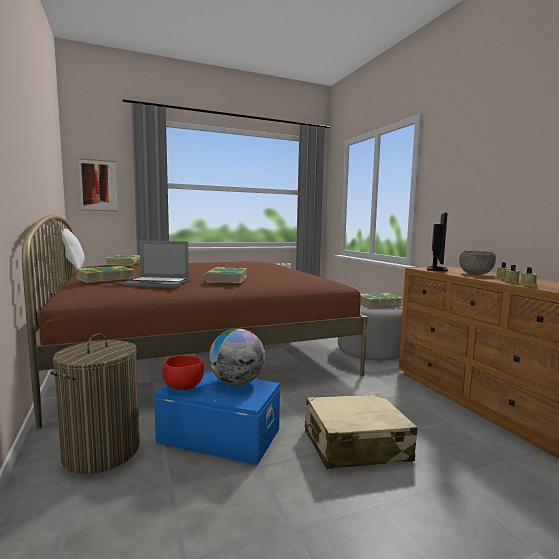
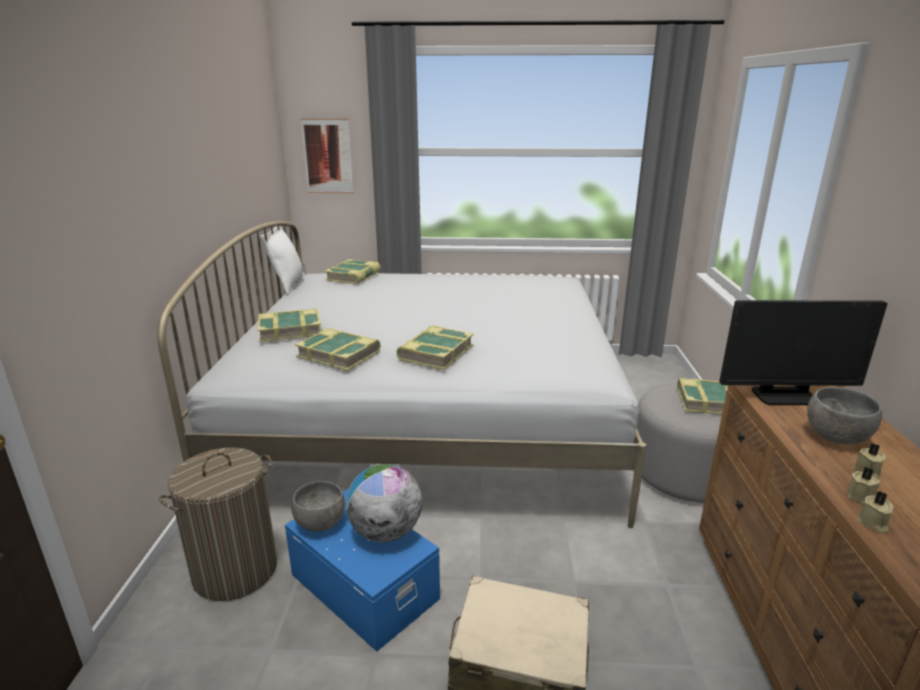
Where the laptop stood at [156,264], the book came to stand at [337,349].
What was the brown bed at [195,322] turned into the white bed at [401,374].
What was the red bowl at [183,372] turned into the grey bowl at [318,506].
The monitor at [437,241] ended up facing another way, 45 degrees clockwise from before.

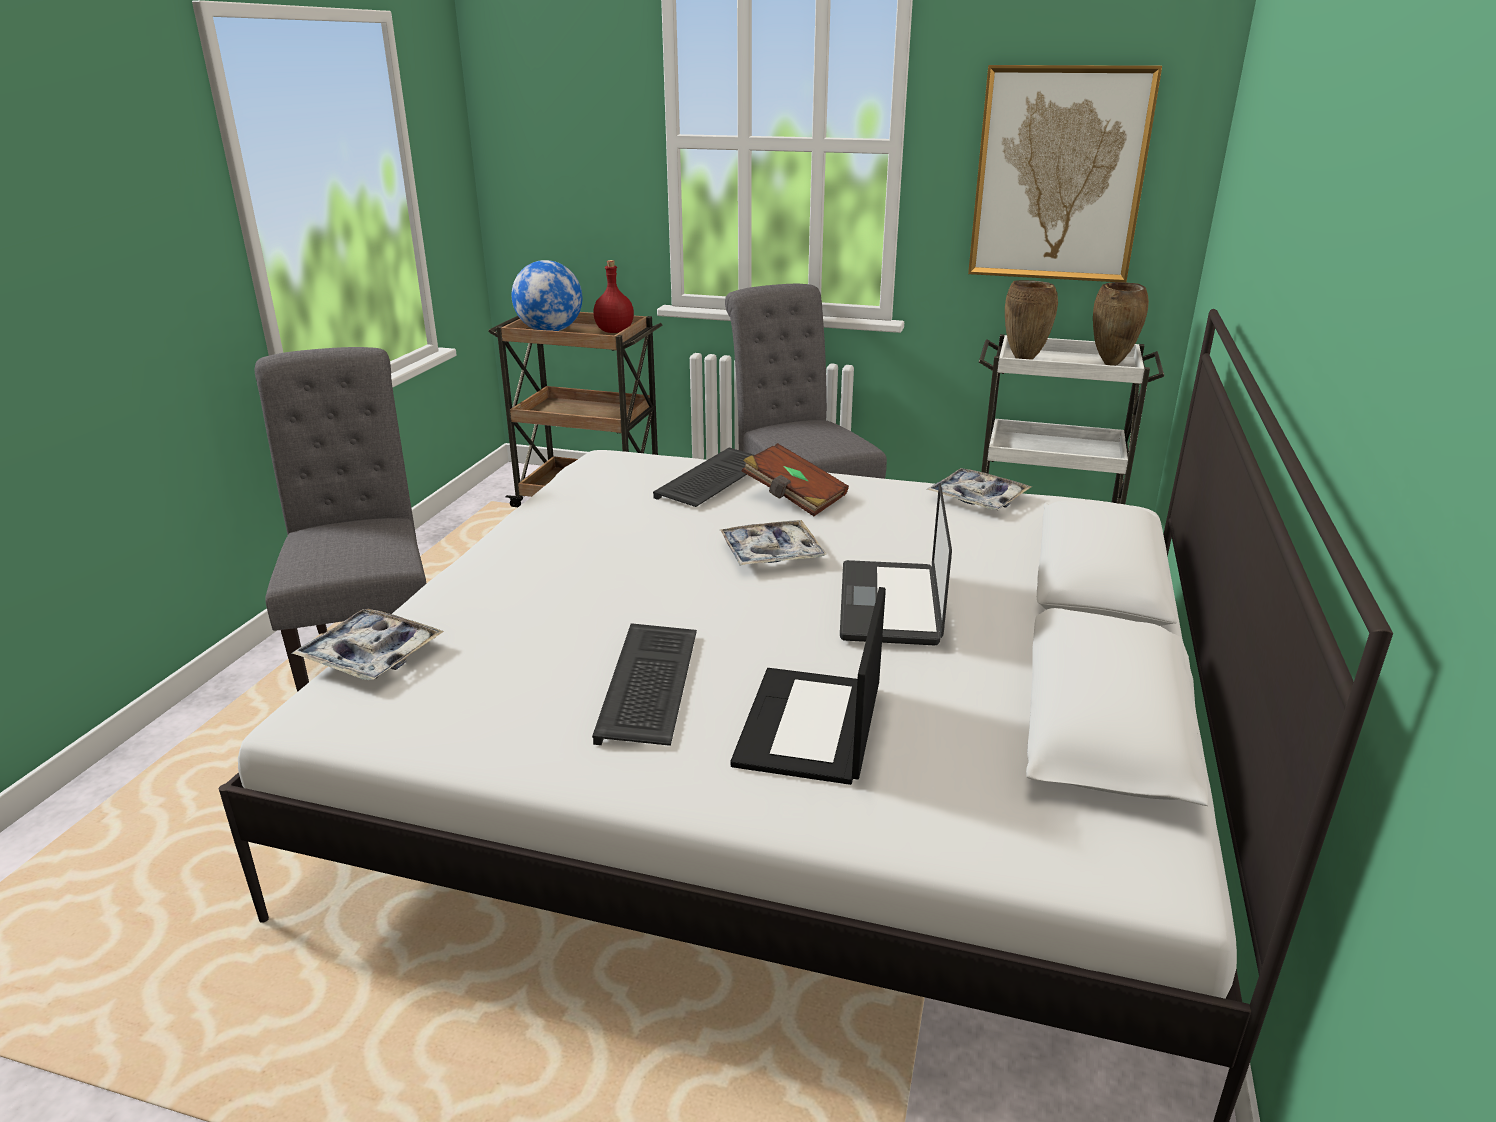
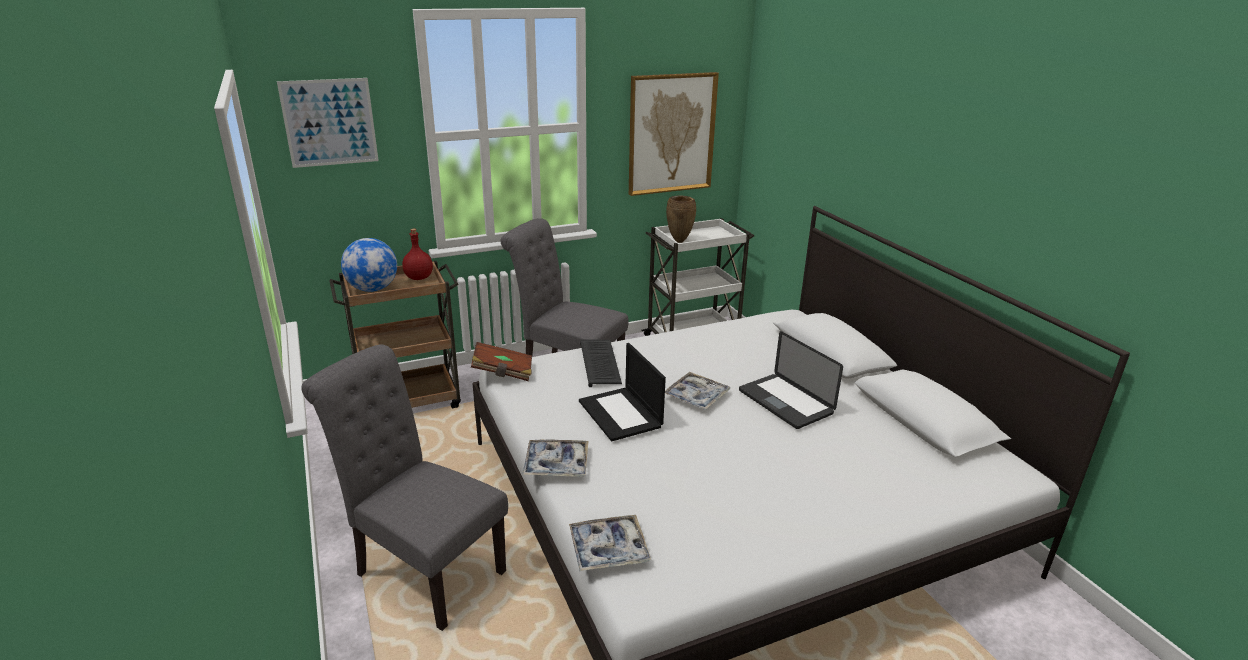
The second view lost the keyboard at [644,684].
The second view lost the brown vase at [1121,324].
The second view gained the picture at [328,123].
The laptop ended up elsewhere, having gone from [808,686] to [622,392].
The brown book ended up elsewhere, having gone from [795,479] to [501,361].
The tray ended up elsewhere, having gone from [979,489] to [555,458].

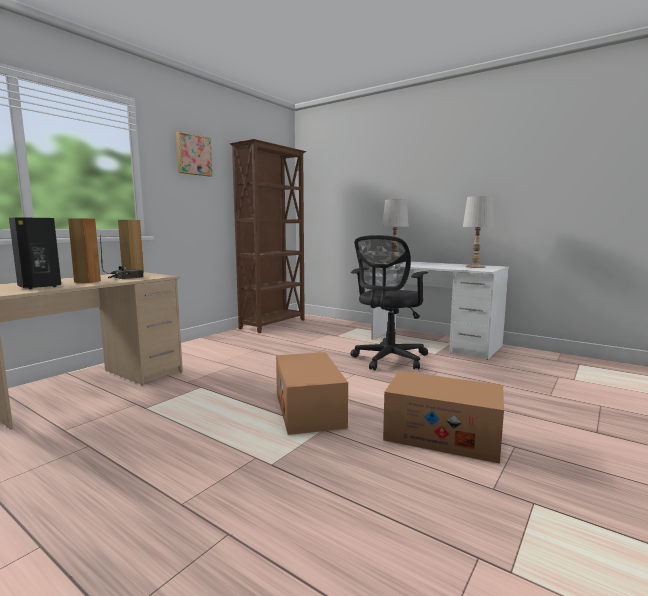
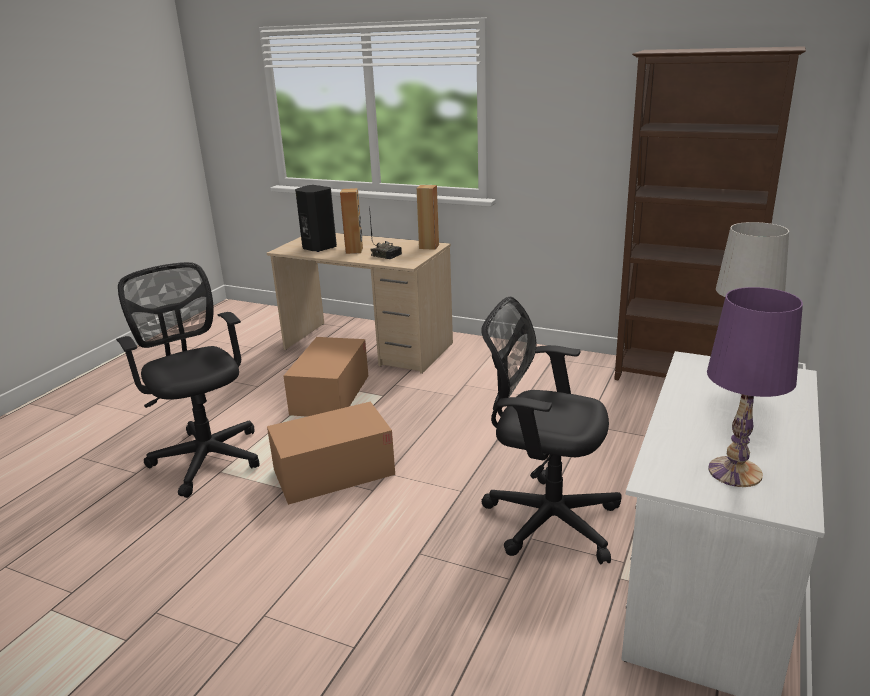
The second view lost the picture at [194,154].
The second view gained the black office chair at [188,380].
The cardboard box ended up elsewhere, having gone from [443,417] to [325,377].
What was the white table lamp at [478,232] turned into the purple table lamp at [755,387].

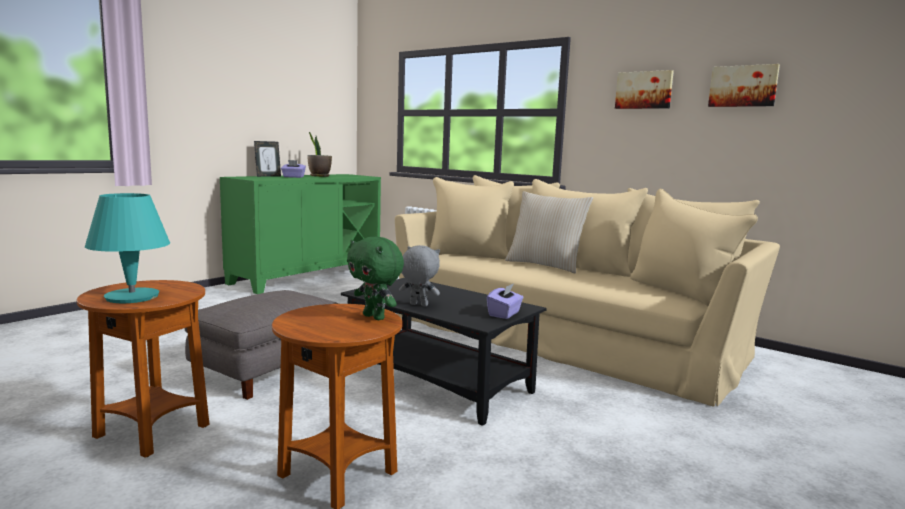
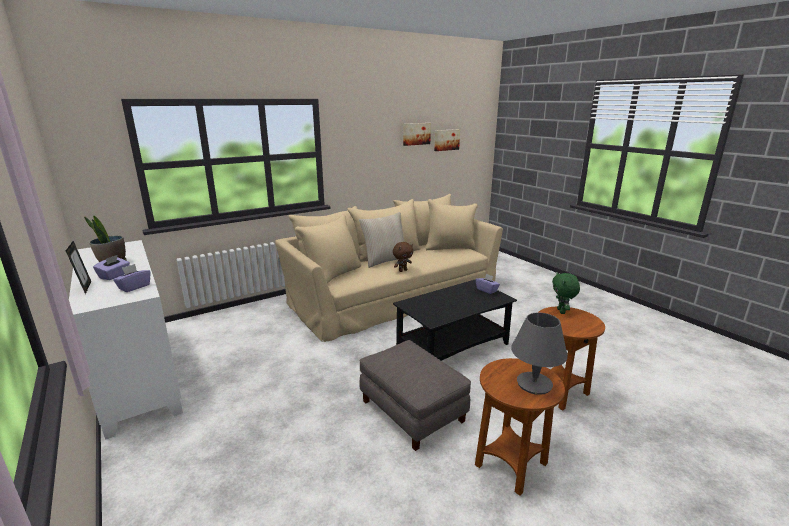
The second view lost the grey plush toy at [419,275].
The second view gained the purple tissue box at [132,278].
The second view gained the brown plush toy at [403,257].
The picture ended up elsewhere, having gone from [644,89] to [447,140].
What was the turquoise table lamp at [127,248] turned into the grey table lamp at [539,354].
What was the green cabinet at [300,234] turned into the white cabinet at [126,340].
The green plush toy at [375,278] ended up facing another way, 120 degrees clockwise from before.

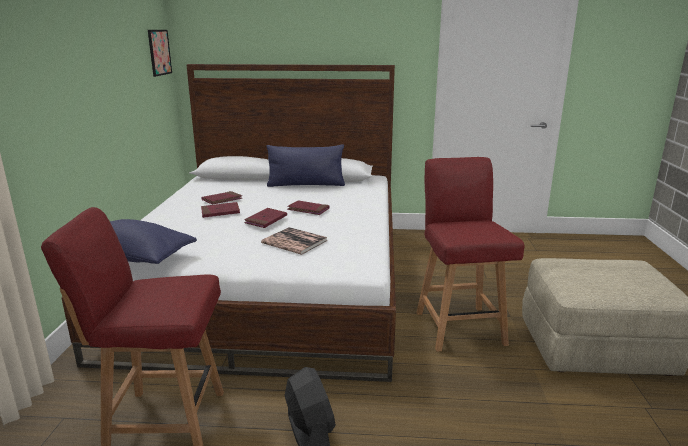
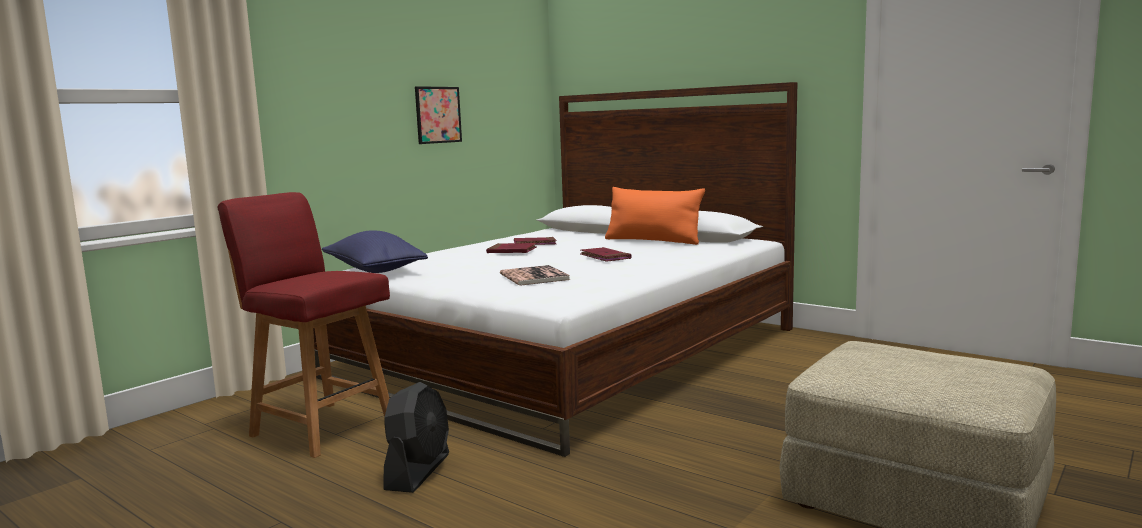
The second view lost the red book at [265,218].
The second view lost the red chair at [470,254].
The picture ended up elsewhere, having gone from [160,53] to [438,115].
What was the blue pillow at [306,165] turned into the orange pillow at [655,216].

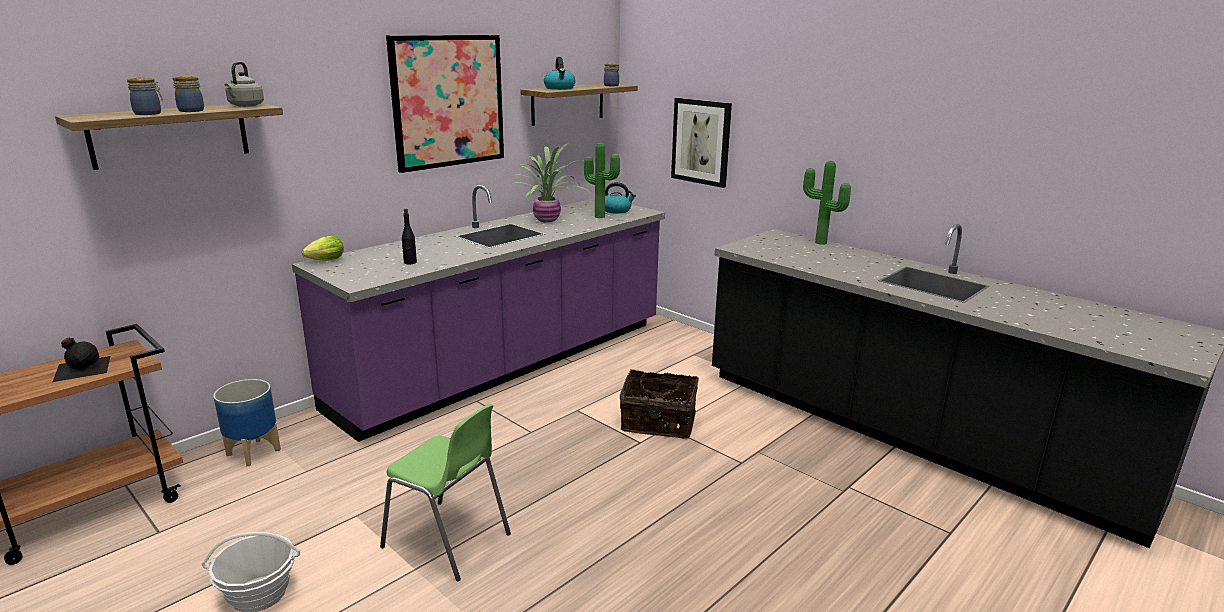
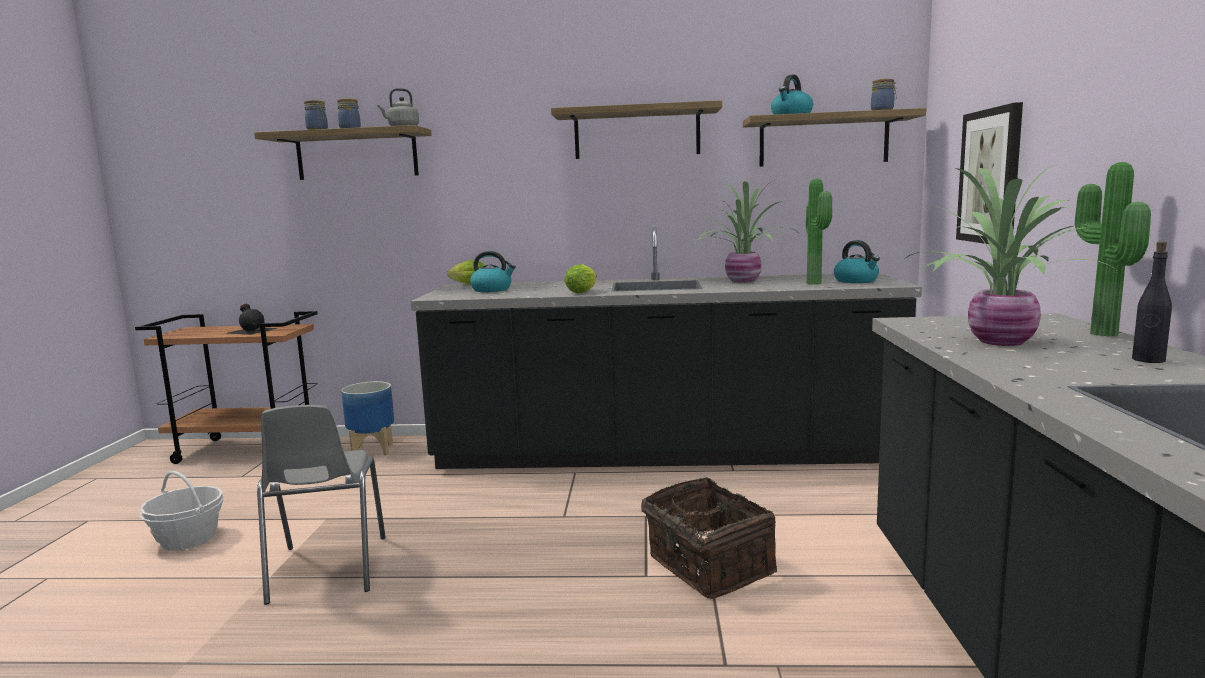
The second view gained the kettle at [493,271].
The second view gained the lettuce at [580,278].
The second view gained the potted plant at [1009,255].
The black bottle ended up elsewhere, having gone from [409,236] to [1152,302].
Where the picture hung at [445,104], the shelf came to hang at [636,129].
What was the purple counter at [478,313] turned into the black counter at [666,348].
What was the green chair at [445,492] turned into the grey chair at [321,505].

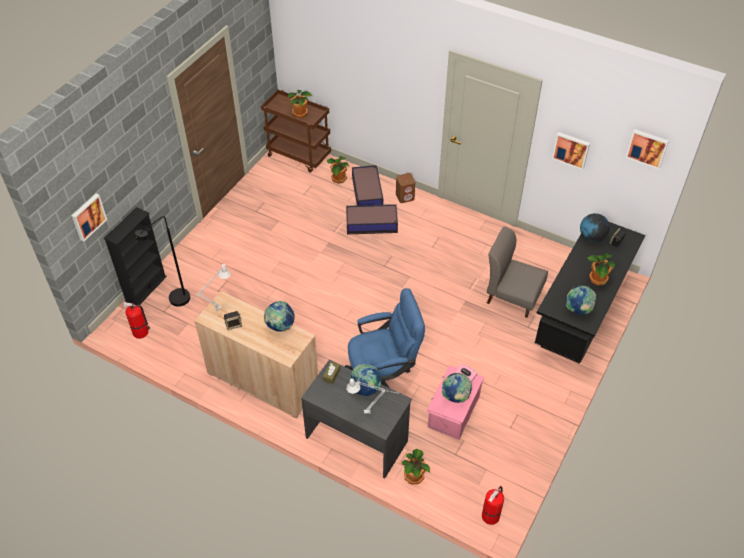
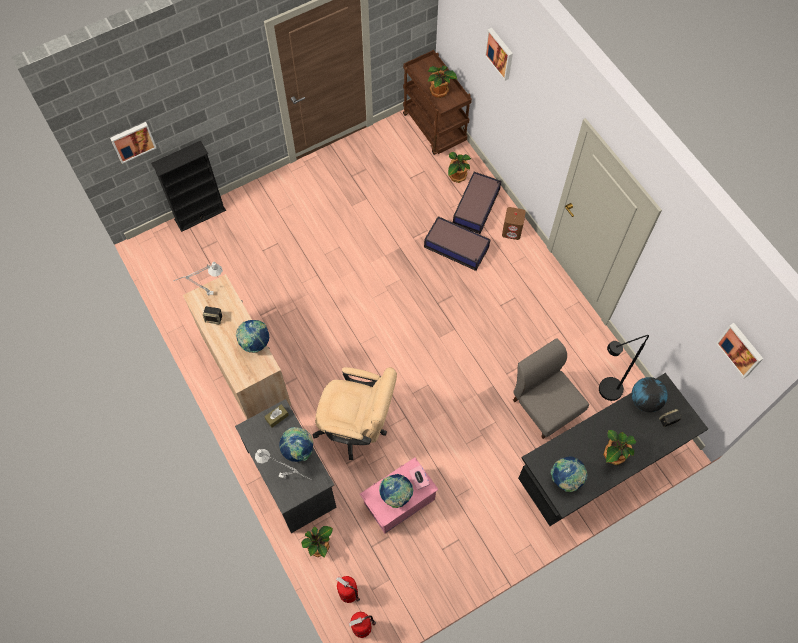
The fire extinguisher ended up elsewhere, having gone from [136,320] to [348,589].
The black floor lamp ended up elsewhere, having gone from [162,261] to [624,368].
The picture ended up elsewhere, having gone from [571,151] to [499,54].
What was the blue office chair at [384,338] turned into the beige office chair at [354,413].

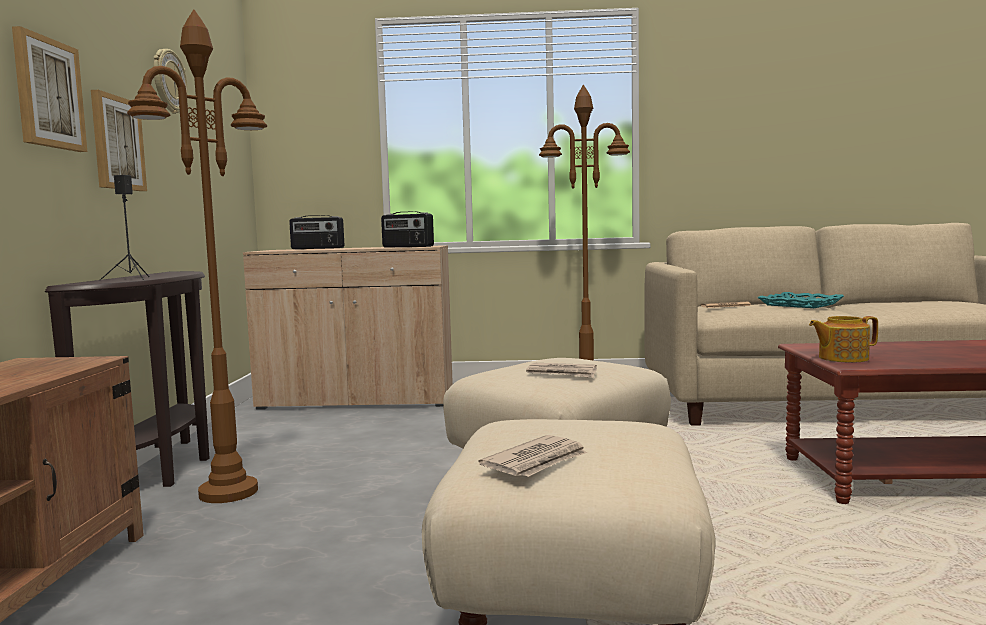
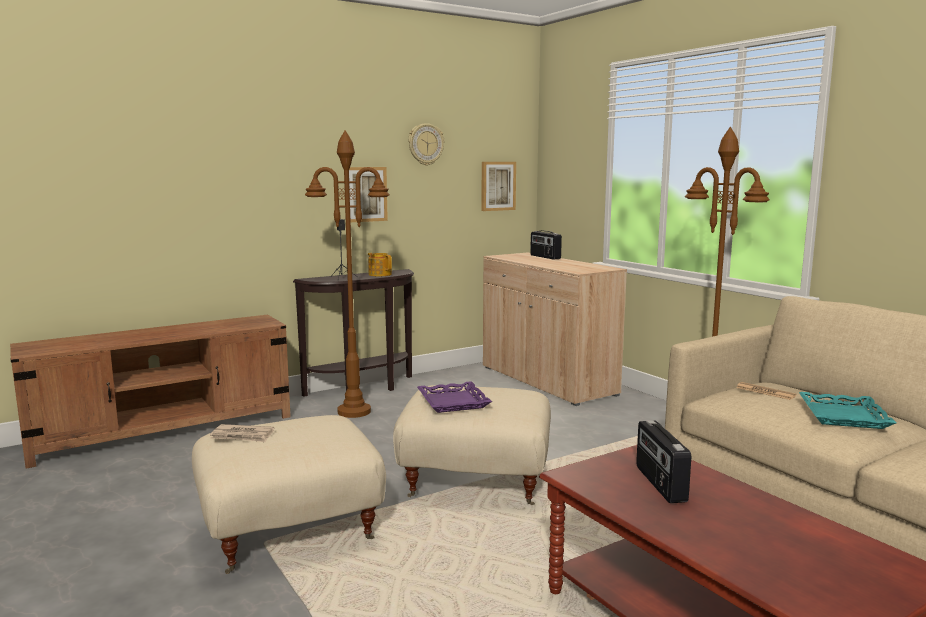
The picture ended up elsewhere, having gone from [49,89] to [498,186].
The radio ended up elsewhere, having gone from [407,229] to [663,461].
The teapot ended up elsewhere, having gone from [843,339] to [380,265].
Where the newspaper stood at [561,370], the purple tray came to stand at [454,397].

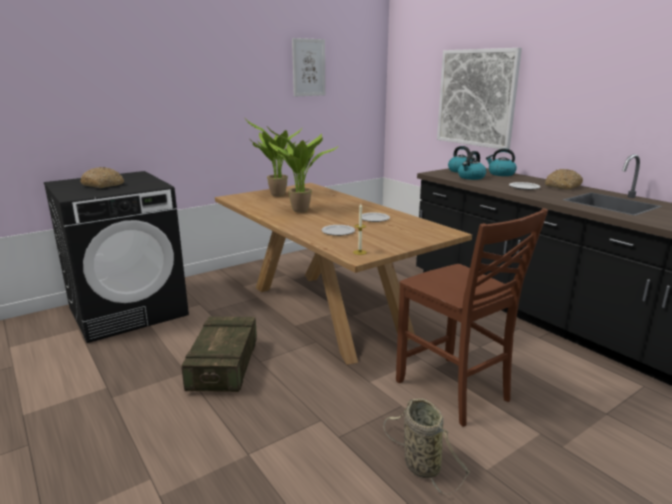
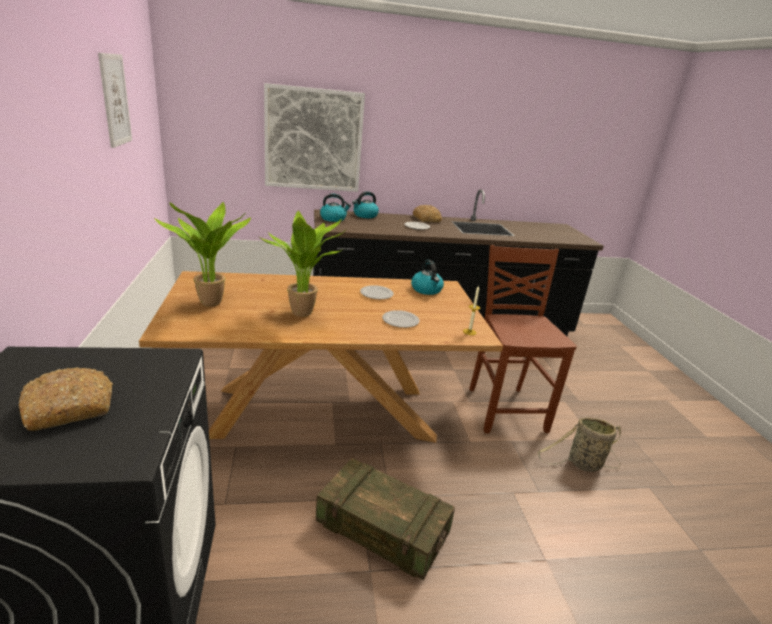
The kettle ended up elsewhere, having gone from [472,165] to [427,277].
The brown chair at [472,317] ended up facing another way, 90 degrees counterclockwise from before.

